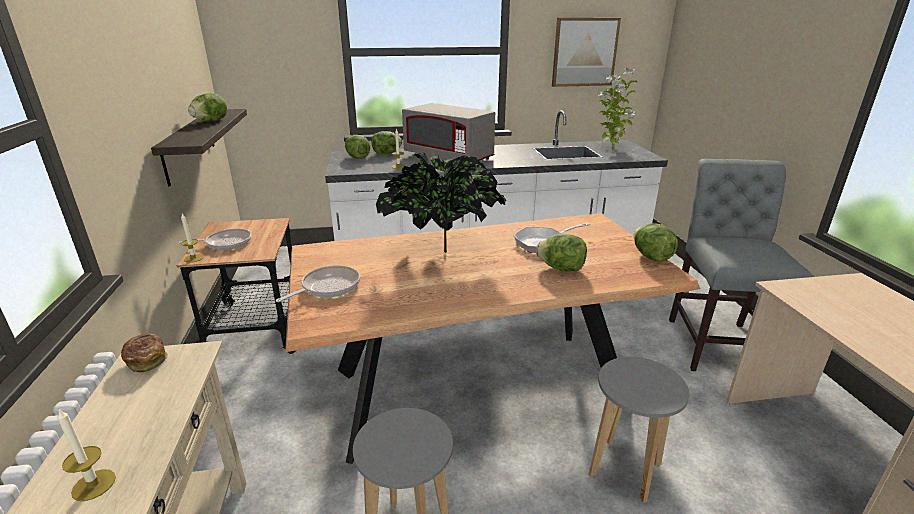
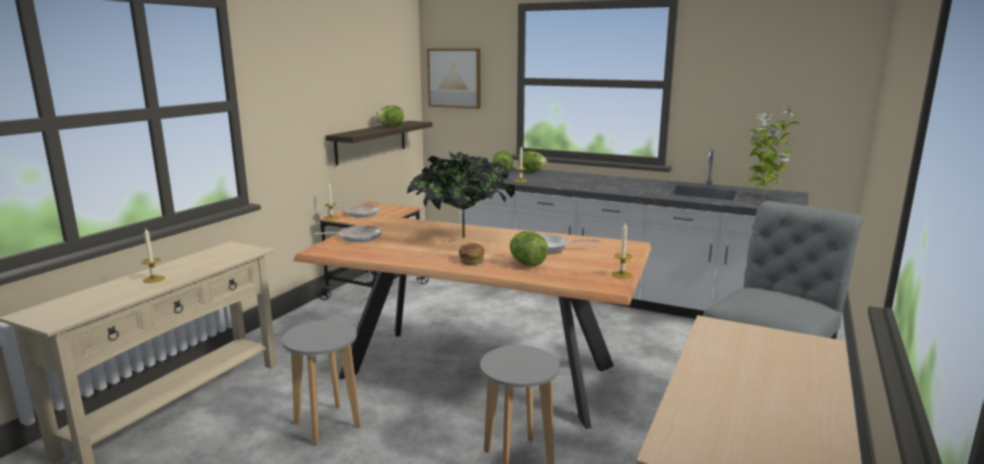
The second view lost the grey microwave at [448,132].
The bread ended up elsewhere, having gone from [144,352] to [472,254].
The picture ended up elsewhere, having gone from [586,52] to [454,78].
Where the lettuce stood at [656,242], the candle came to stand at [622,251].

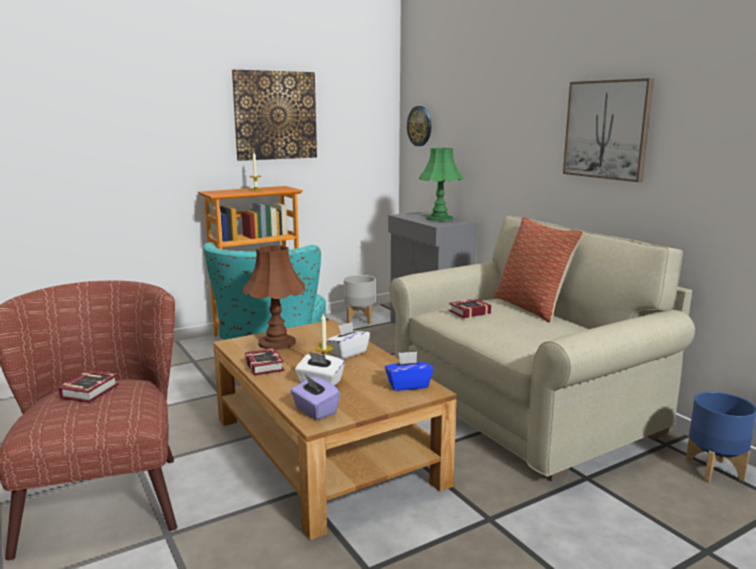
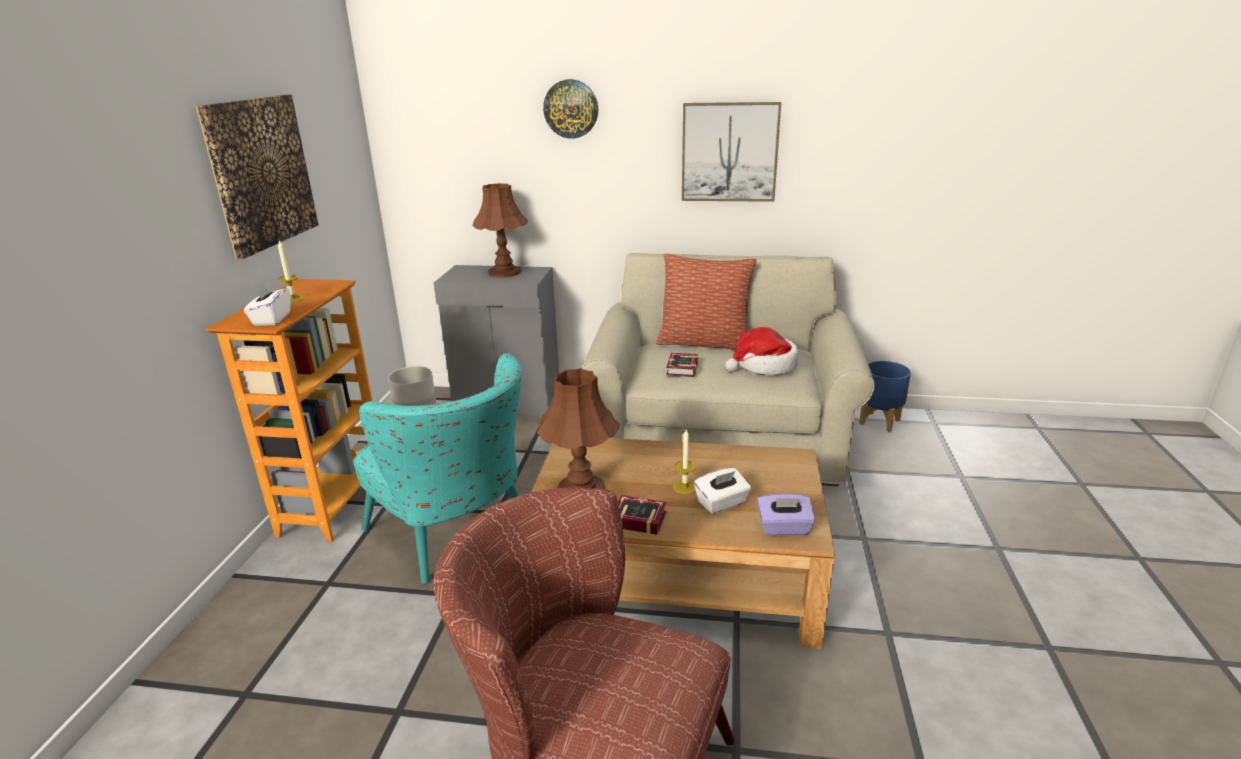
The second view lost the book at [88,386].
The second view lost the blue tissue box at [409,371].
The second view gained the hat at [762,351].
The white tissue box ended up elsewhere, having gone from [348,340] to [267,304].
The wall clock ended up elsewhere, having gone from [419,126] to [570,109].
What was the green table lamp at [441,184] turned into the brown table lamp at [500,230].

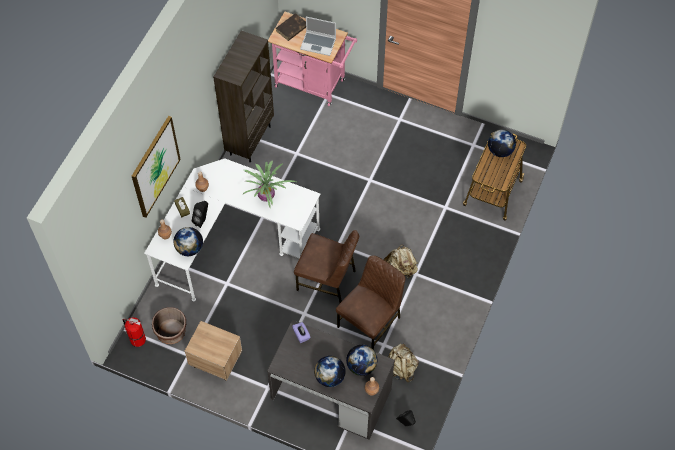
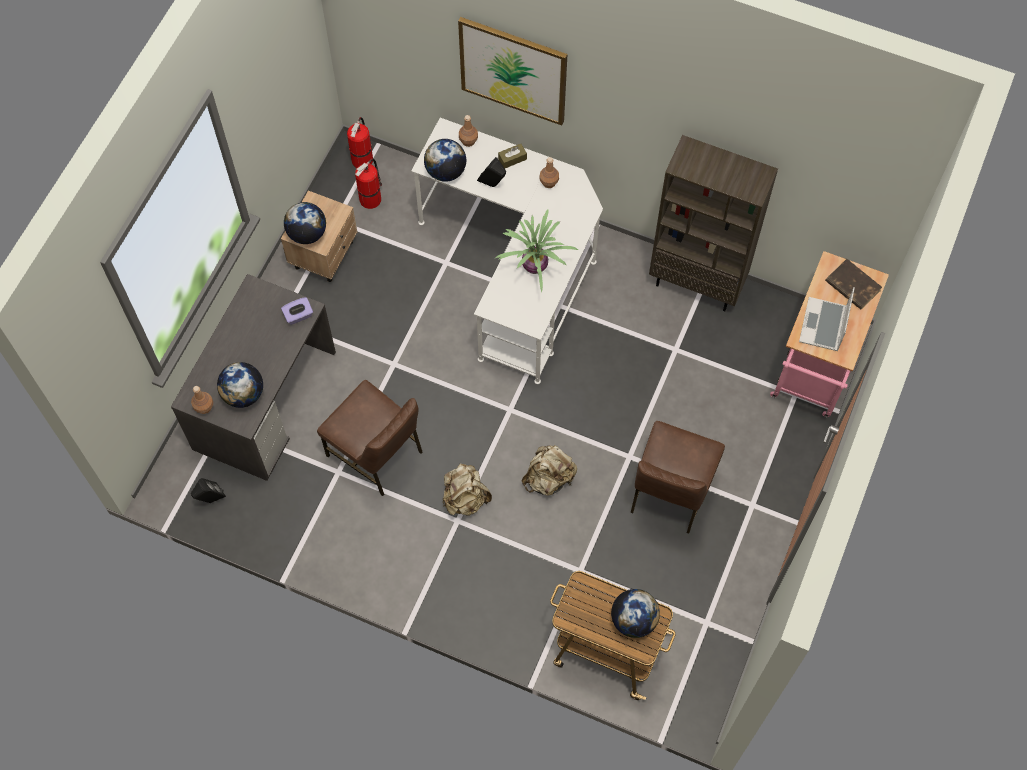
The brown chair ended up elsewhere, having gone from [326,266] to [677,477].
The globe ended up elsewhere, having gone from [330,371] to [305,223].
The beige backpack ended up elsewhere, having gone from [403,362] to [549,470].
Where the brown planter stood at [169,325], the fire extinguisher came to stand at [368,183].

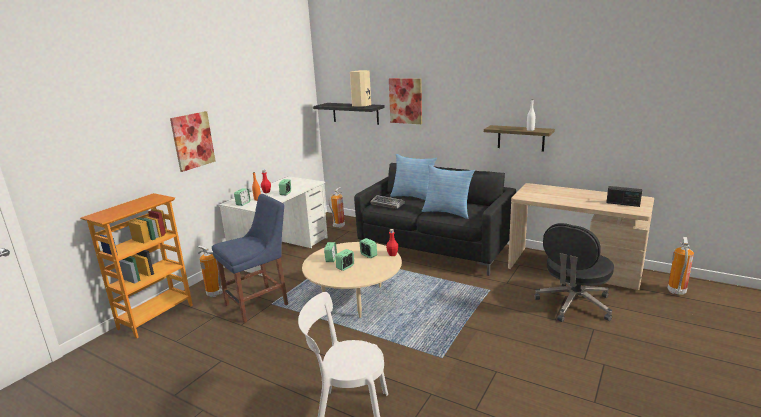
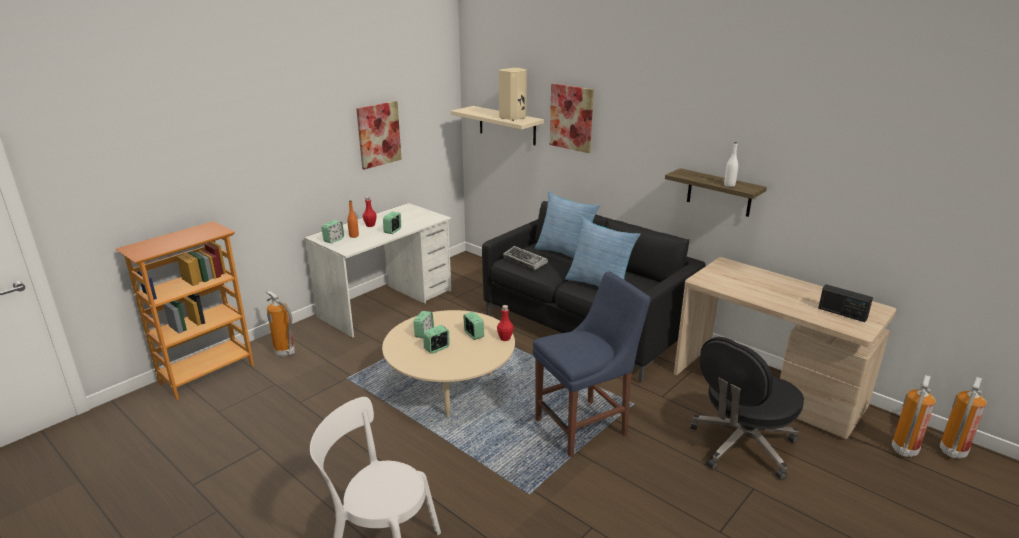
The picture ended up elsewhere, having gone from [193,141] to [379,135].
The blue chair ended up elsewhere, having gone from [250,258] to [592,364].
The fire extinguisher ended up elsewhere, having gone from [337,207] to [963,418].
What was the black shelf at [349,114] turned into the beige shelf at [497,125].

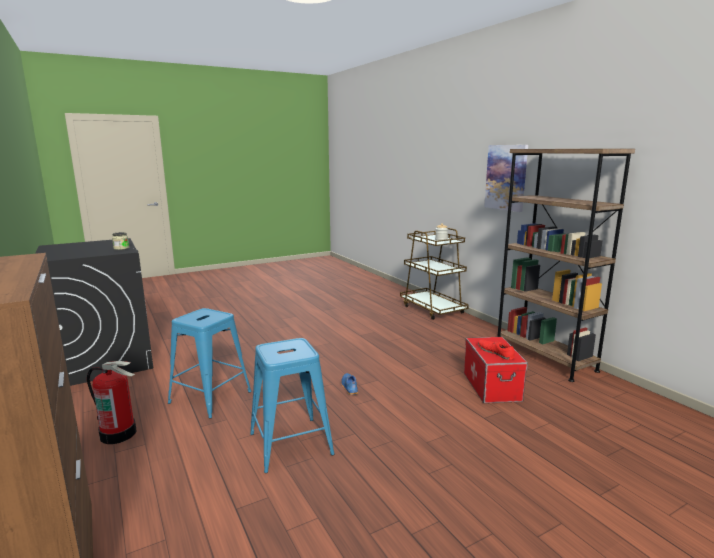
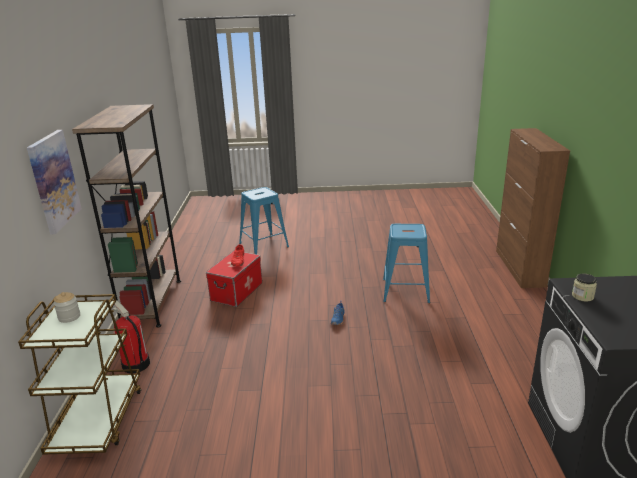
The fire extinguisher ended up elsewhere, having gone from [112,402] to [131,336].
The blue stool ended up elsewhere, having gone from [209,363] to [264,220].

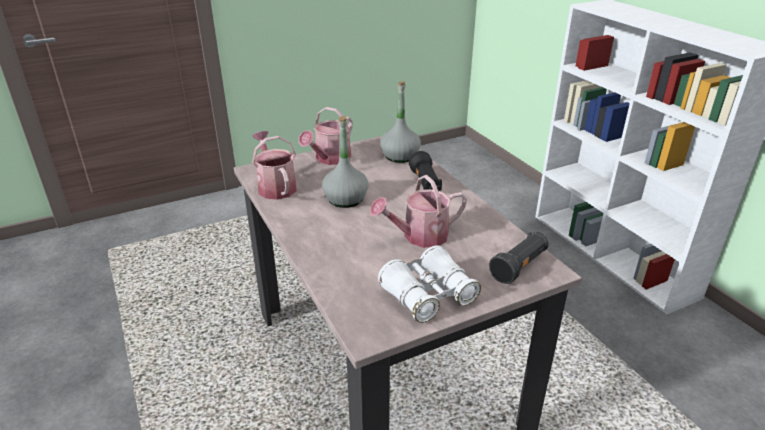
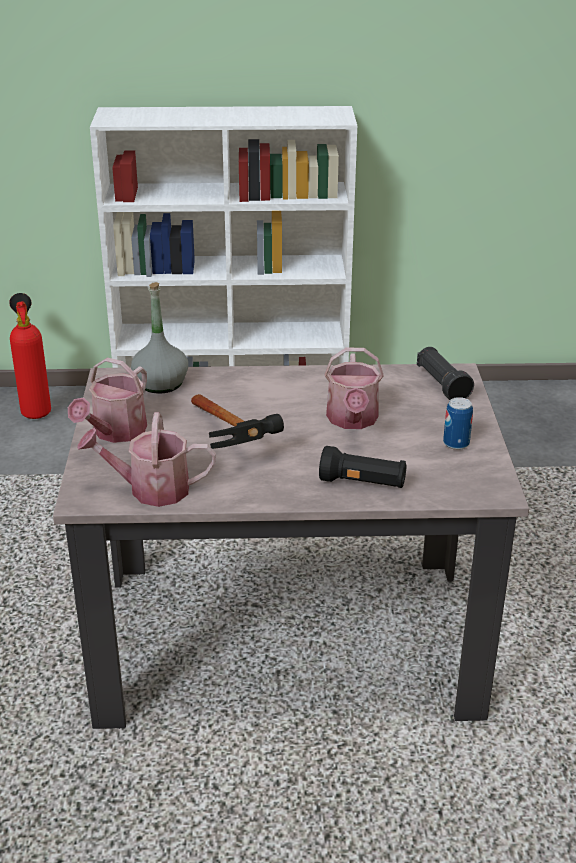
The second view gained the fire extinguisher at [30,356].
The black flashlight ended up elsewhere, having gone from [425,171] to [362,467].
Where the grey bottle stood at [345,162], the hammer came to stand at [237,421].
Where the white binoculars stood at [429,284], the can came to stand at [458,423].
The watering can at [326,136] ended up facing another way, 60 degrees clockwise from before.

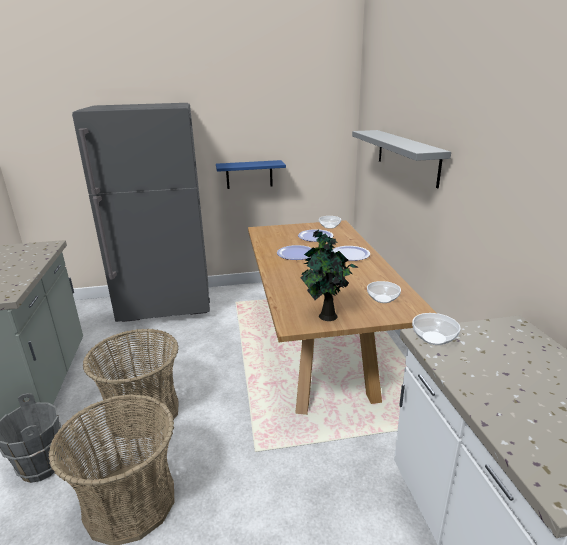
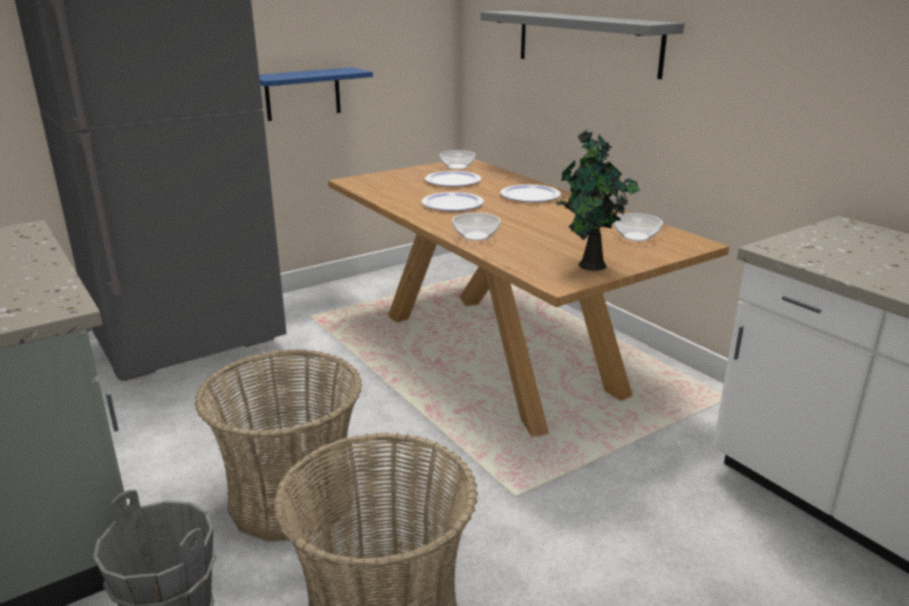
The bowl ended up elsewhere, having gone from [436,329] to [476,227].

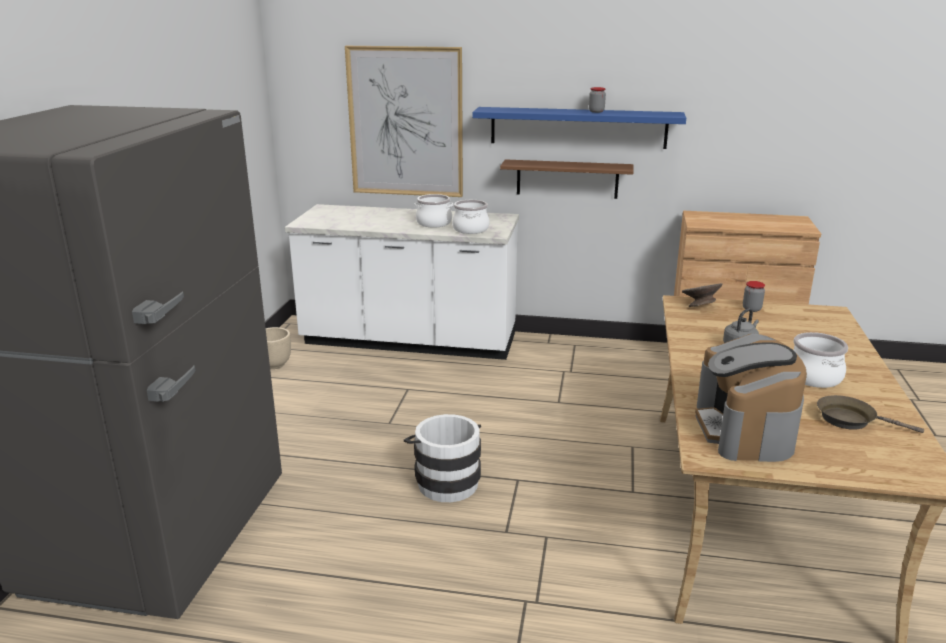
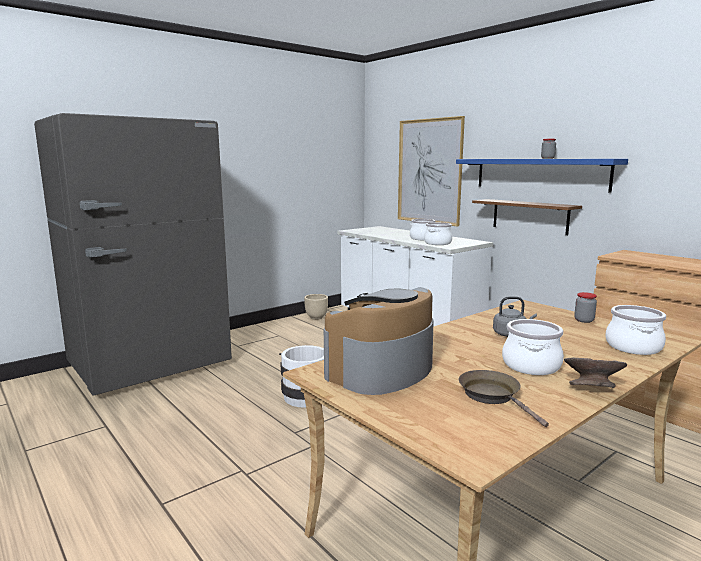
The second view gained the cooking pot at [635,330].
The grey bowl ended up elsewhere, having gone from [702,295] to [595,372].

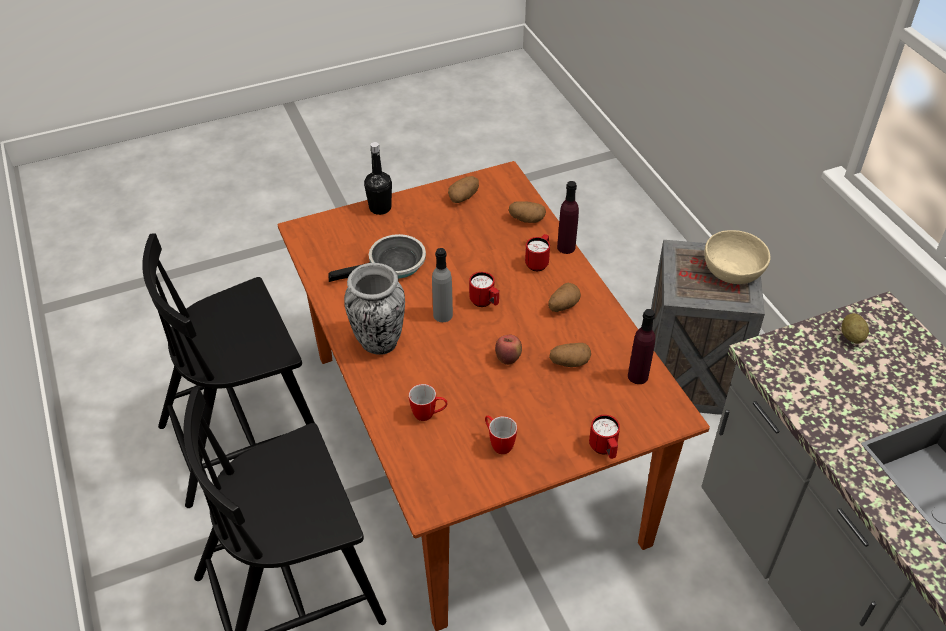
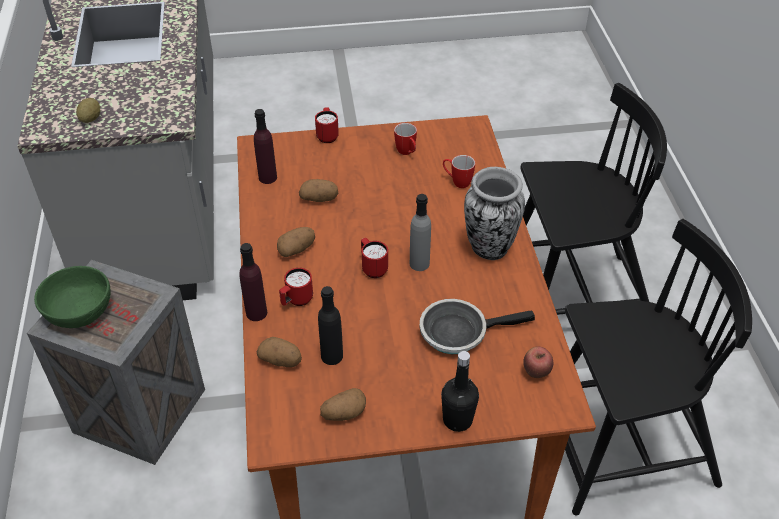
The second view gained the black bottle at [330,325].
The apple ended up elsewhere, having gone from [508,350] to [538,362].
What was the beige bowl at [737,257] turned into the green bowl at [72,297].

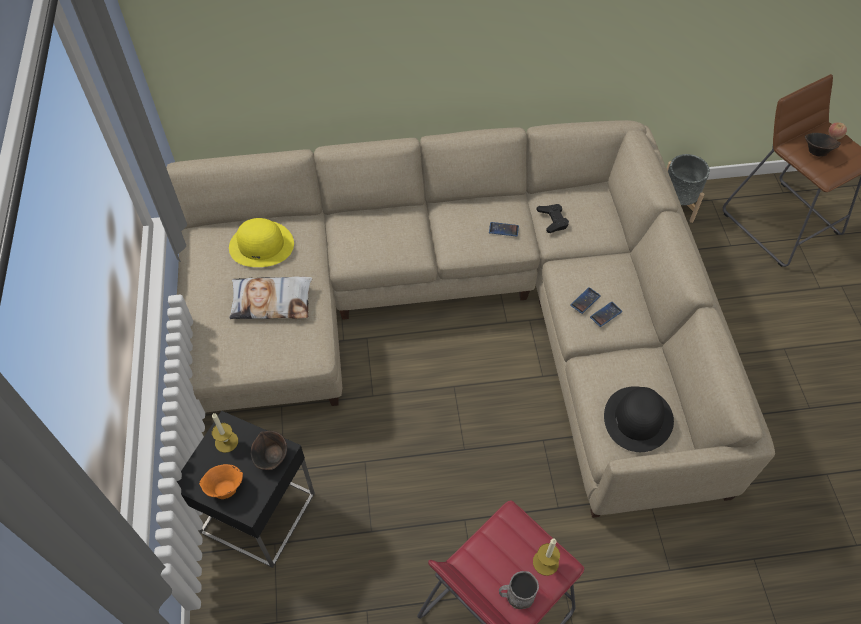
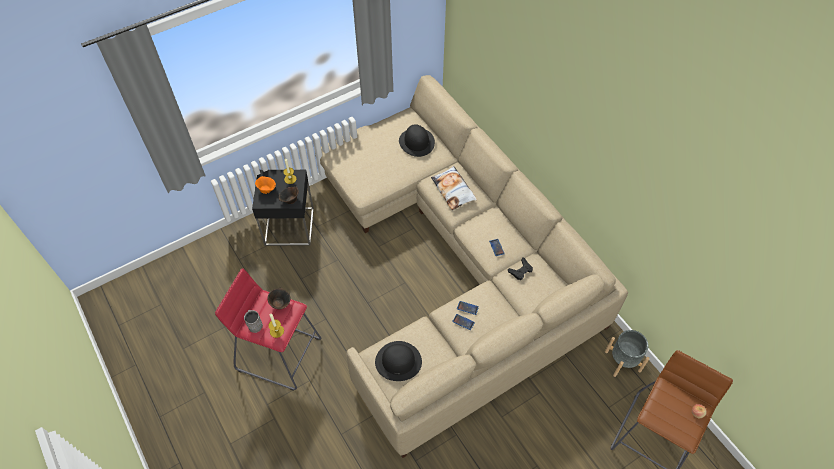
The pillow ended up elsewhere, having gone from [271,297] to [454,188].
The brown bowl ended up elsewhere, having gone from [823,145] to [278,299].
What was the yellow hat at [261,242] turned into the black hat at [417,140].

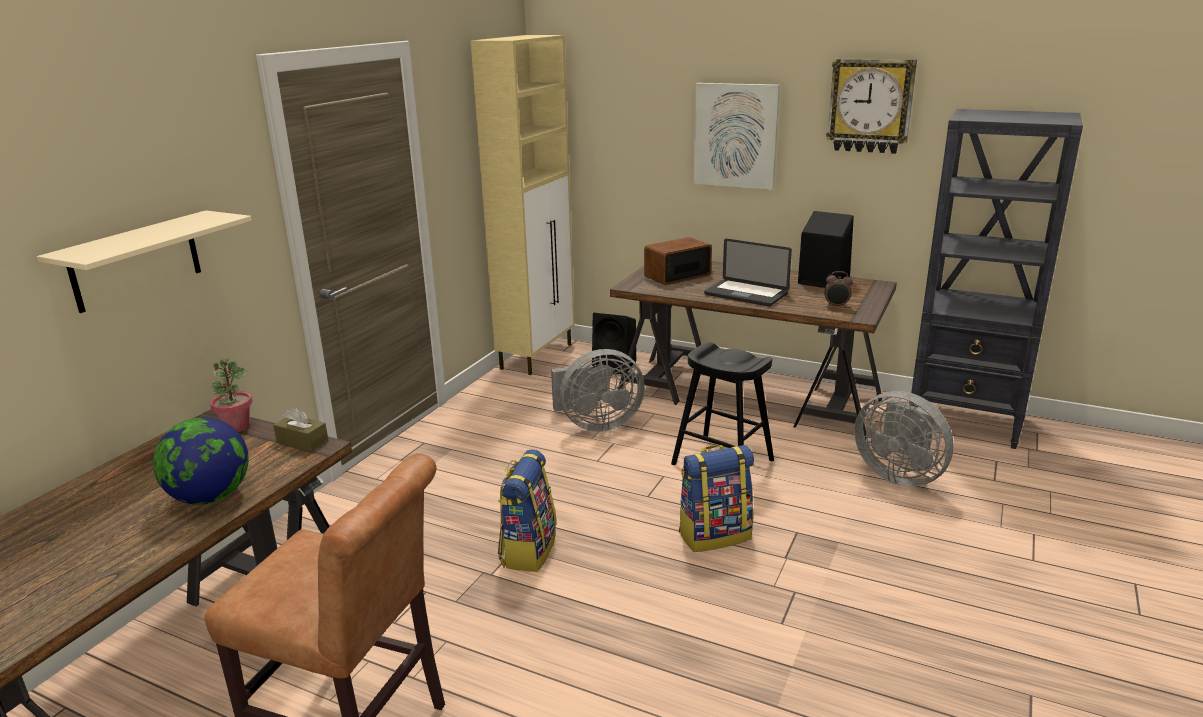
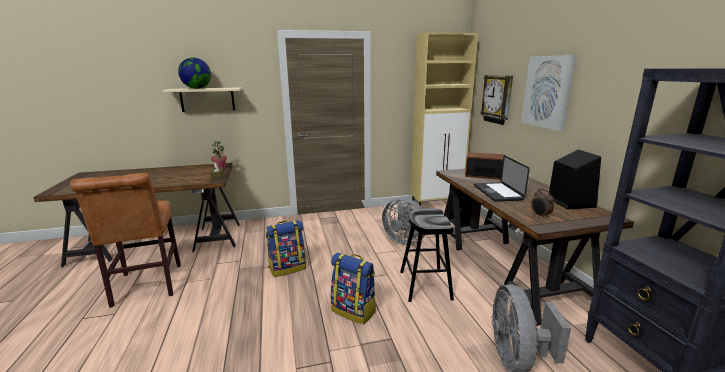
The globe ended up elsewhere, having gone from [201,461] to [194,73].
The wall clock ended up elsewhere, having gone from [871,106] to [496,100].

